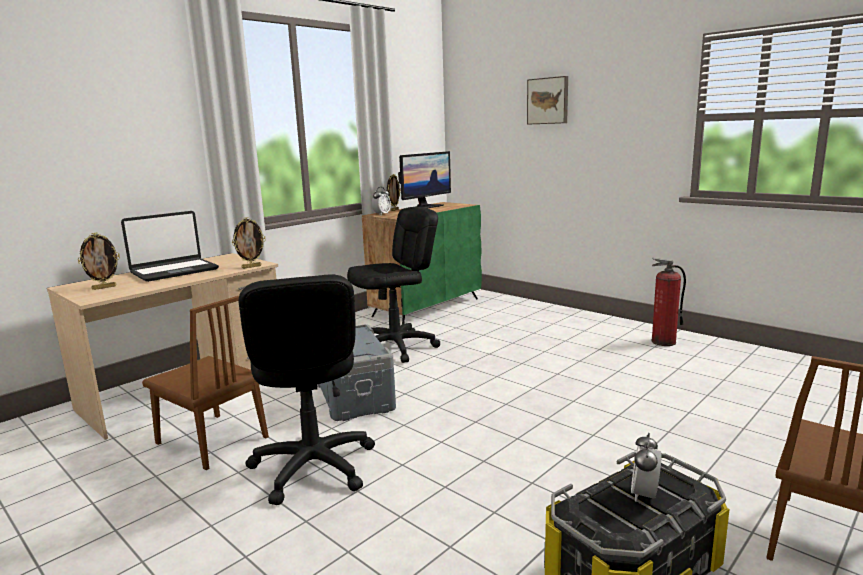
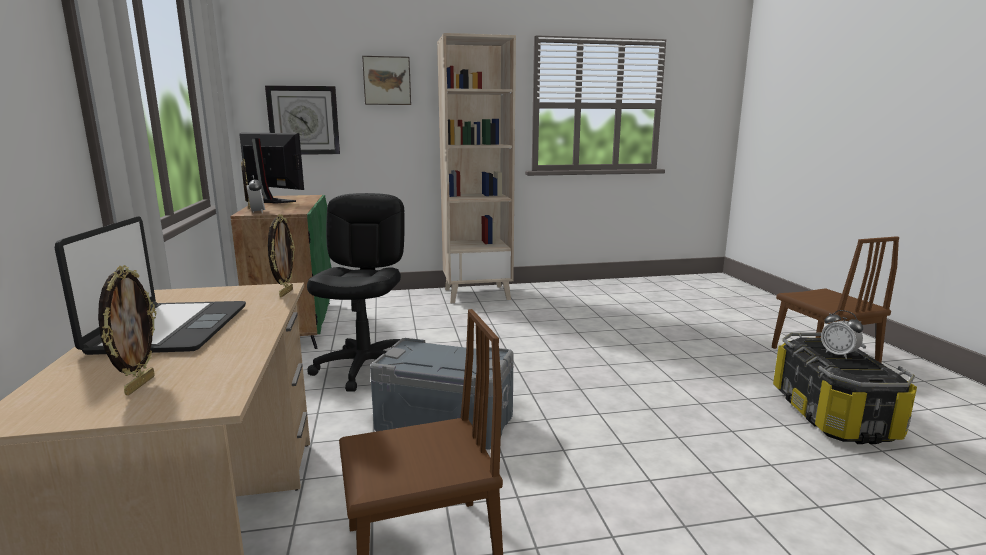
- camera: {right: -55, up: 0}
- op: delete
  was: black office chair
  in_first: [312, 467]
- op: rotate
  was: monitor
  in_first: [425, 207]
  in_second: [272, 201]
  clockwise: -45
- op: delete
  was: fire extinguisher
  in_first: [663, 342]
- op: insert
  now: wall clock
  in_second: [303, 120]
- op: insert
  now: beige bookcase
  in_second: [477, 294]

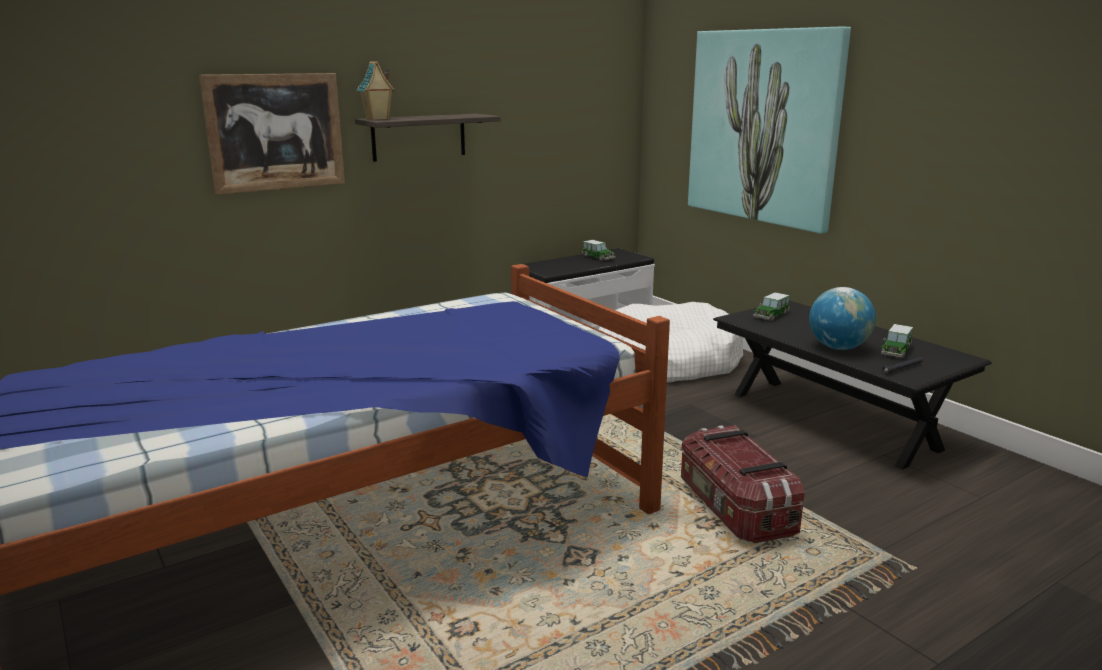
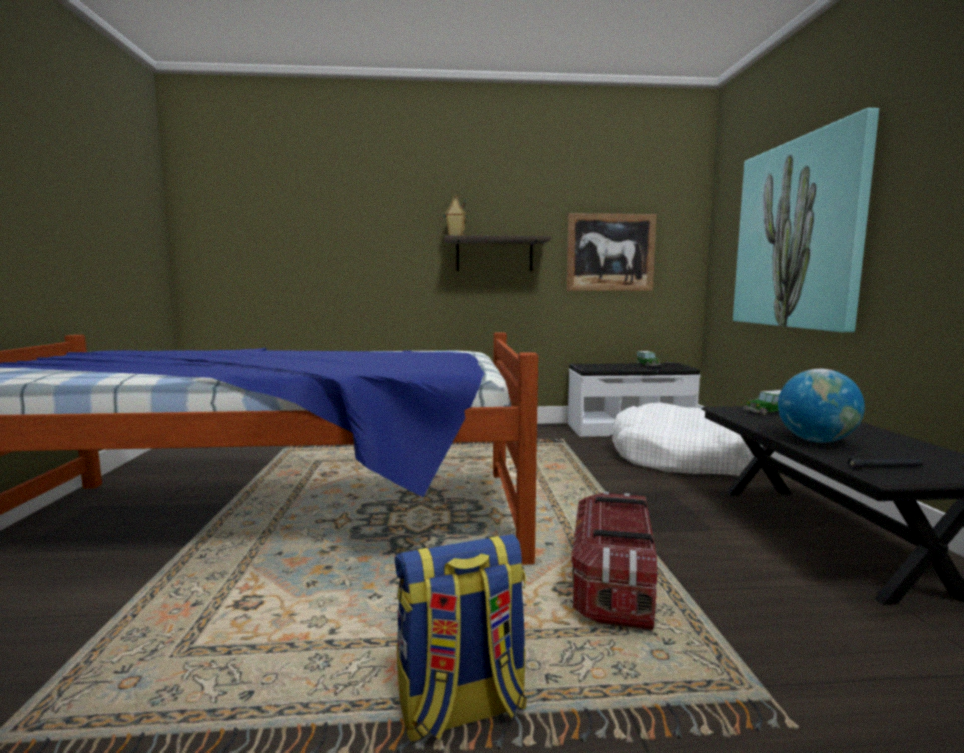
- camera: {right: 30, up: -10}
- op: move
  was: picture
  in_first: [275, 132]
  in_second: [610, 252]
- op: delete
  was: toy car
  in_first: [896, 351]
- op: insert
  now: backpack
  in_second: [461, 708]

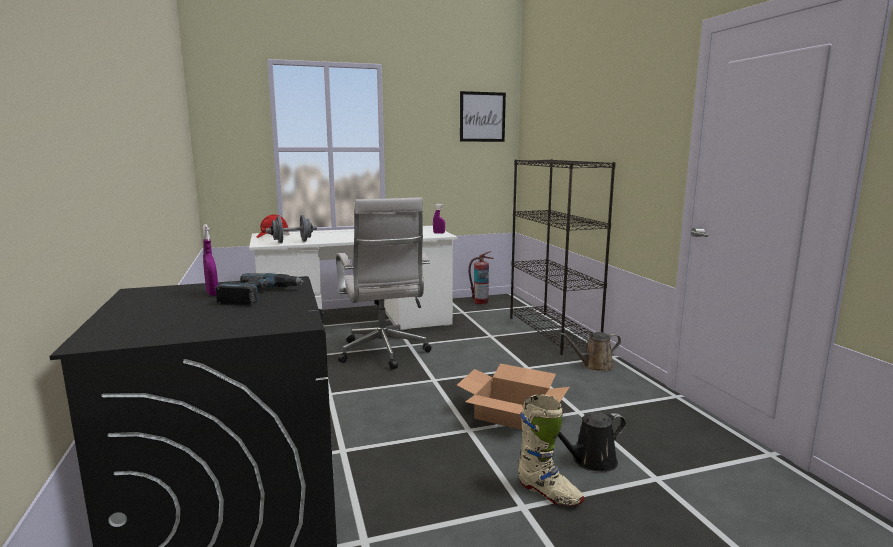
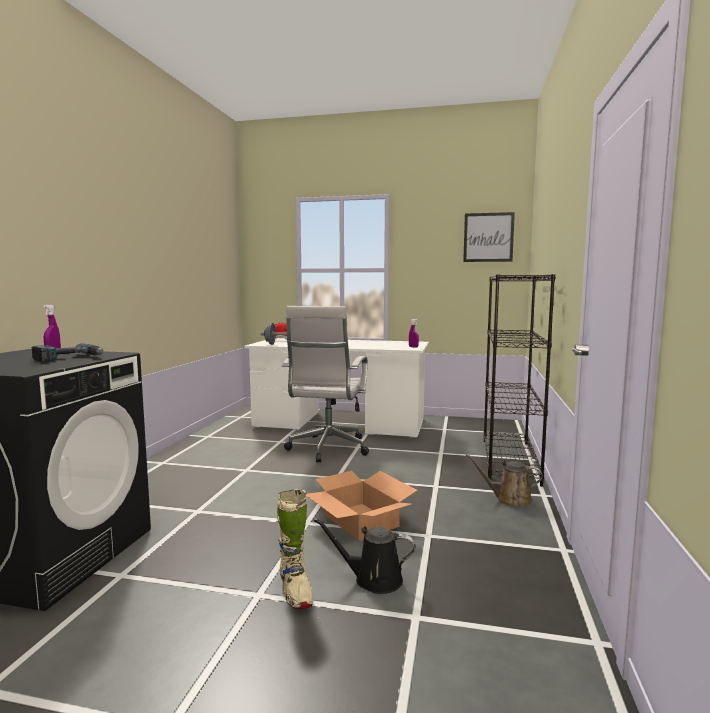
- camera: {right: 30, up: -5}
- op: delete
  was: fire extinguisher
  in_first: [480, 302]

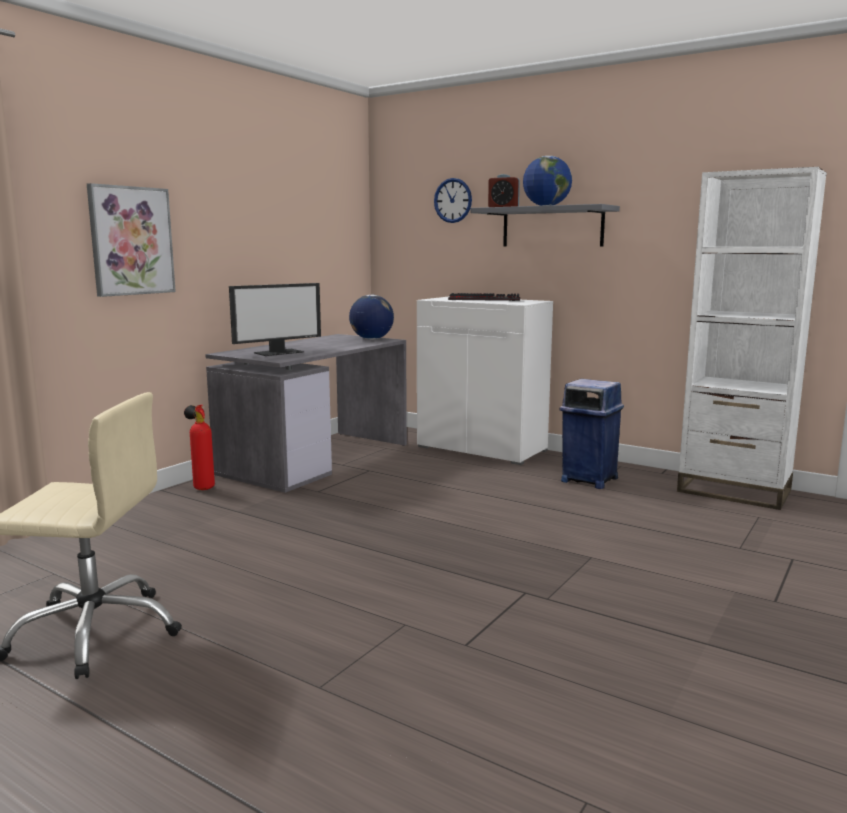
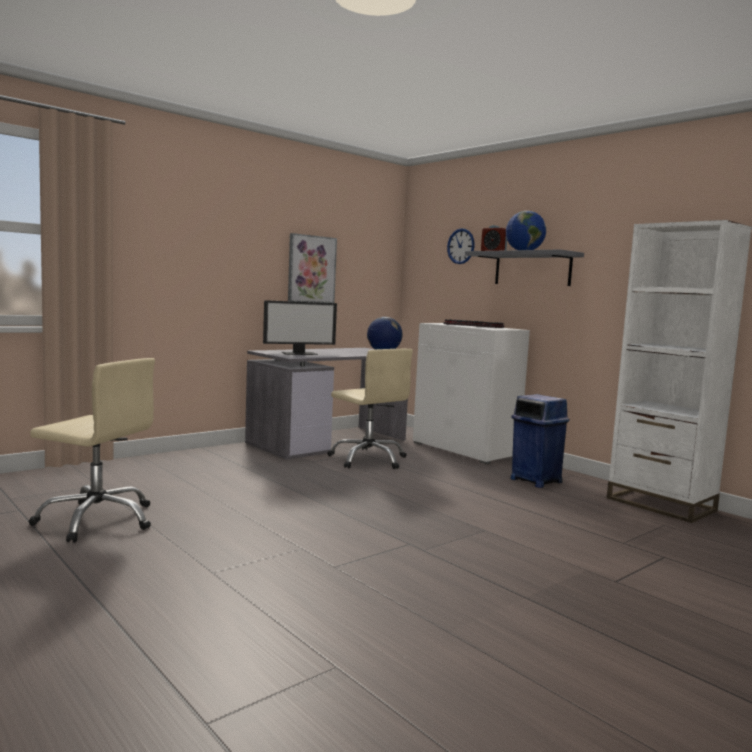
- camera: {right: 15, up: -5}
- op: move
  was: picture
  in_first: [131, 241]
  in_second: [311, 269]
- op: delete
  was: fire extinguisher
  in_first: [202, 487]
- op: insert
  now: beige office chair
  in_second: [368, 459]

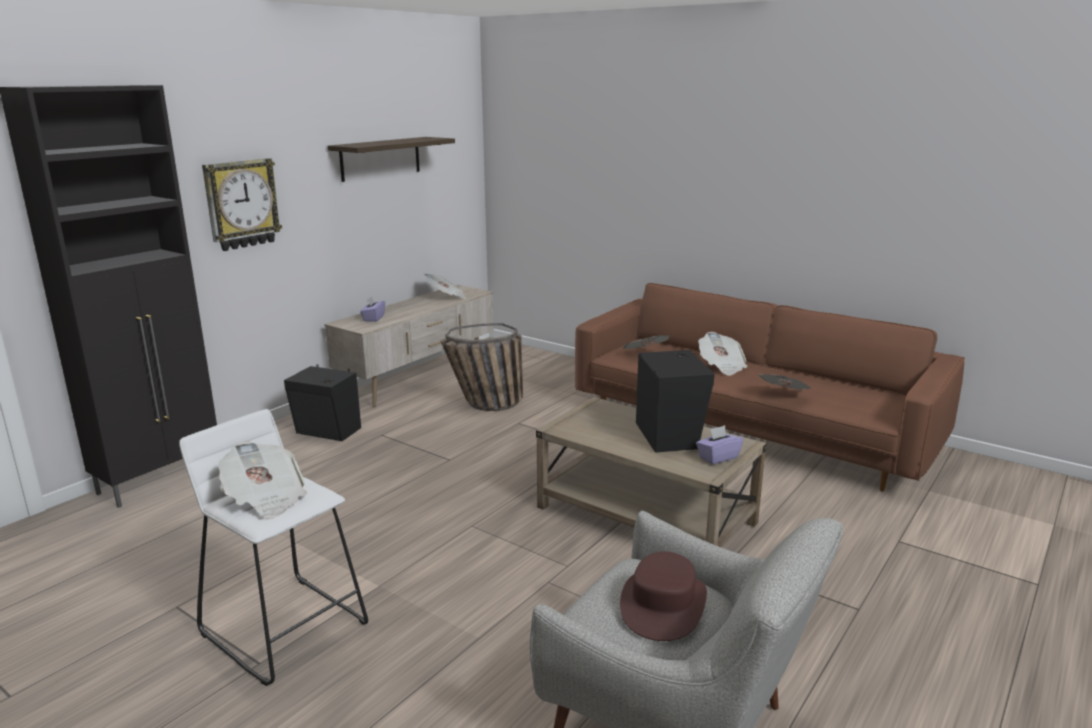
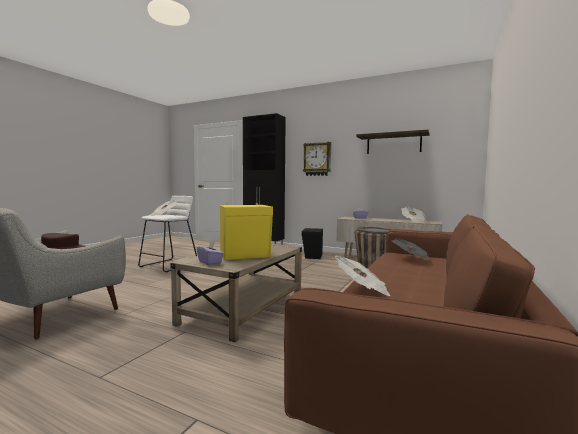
- camera: {right: 80, up: -15}
- op: recolor
  was: black speaker
  now: yellow speaker
  in_first: [669, 434]
  in_second: [246, 256]
- op: delete
  was: newspaper
  in_first: [721, 366]

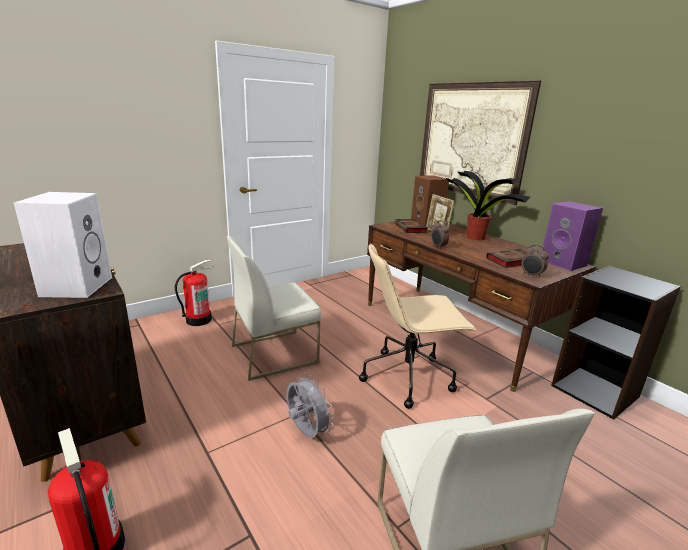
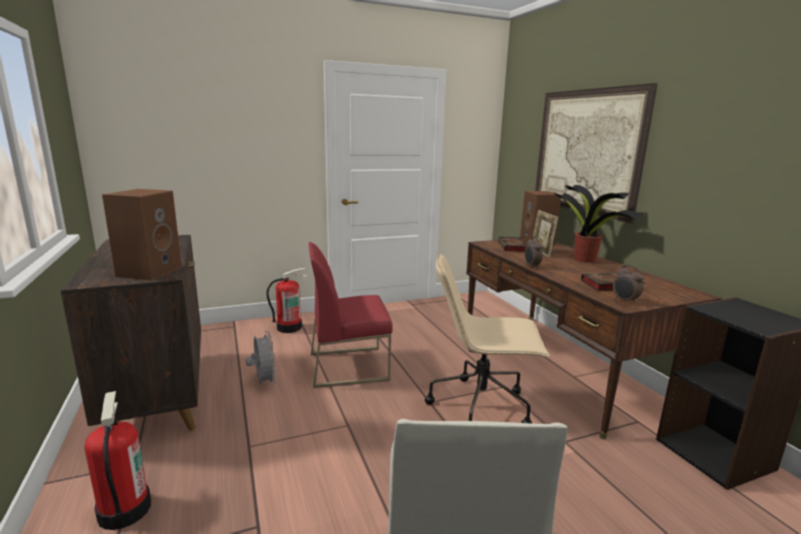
- camera: {right: 15, up: -5}
- op: recolor
  was: white speaker
  now: brown speaker
  in_first: [76, 286]
  in_second: [149, 271]
- op: recolor
  was: white chair
  now: red chair
  in_first: [275, 353]
  in_second: [349, 366]
- op: move
  was: grey fan
  in_first: [306, 432]
  in_second: [264, 382]
- op: delete
  was: purple speaker
  in_first: [564, 263]

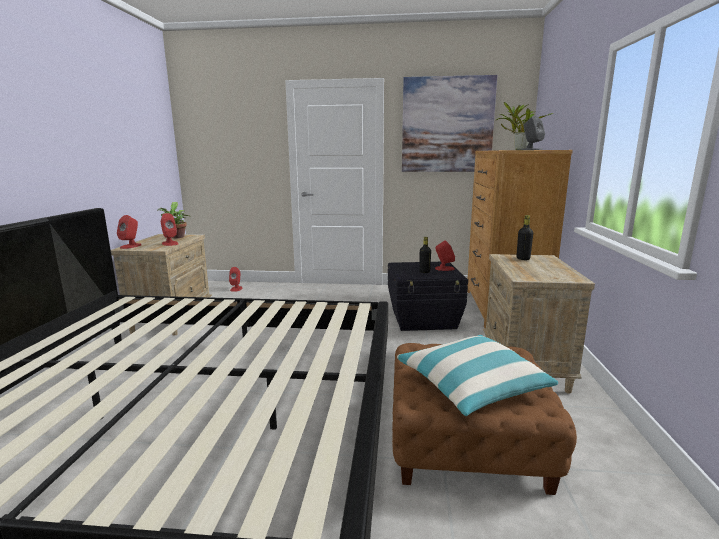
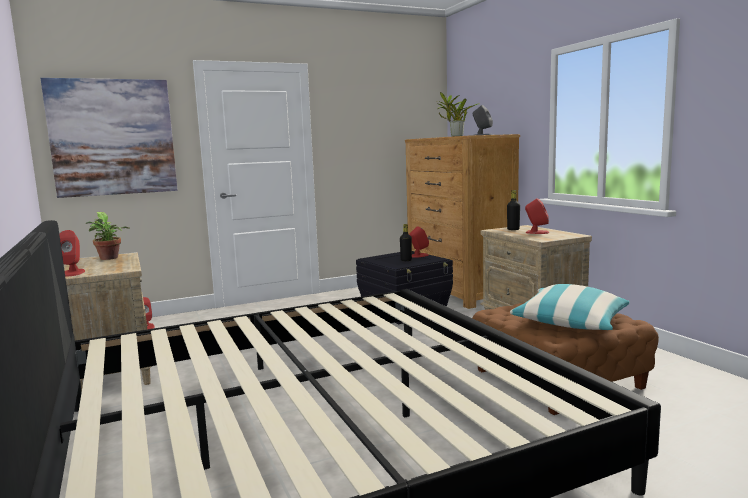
- camera: {right: -30, up: -5}
- op: move
  was: red speaker
  in_first: [170, 243]
  in_second: [536, 232]
- op: move
  was: picture
  in_first: [447, 125]
  in_second: [113, 137]

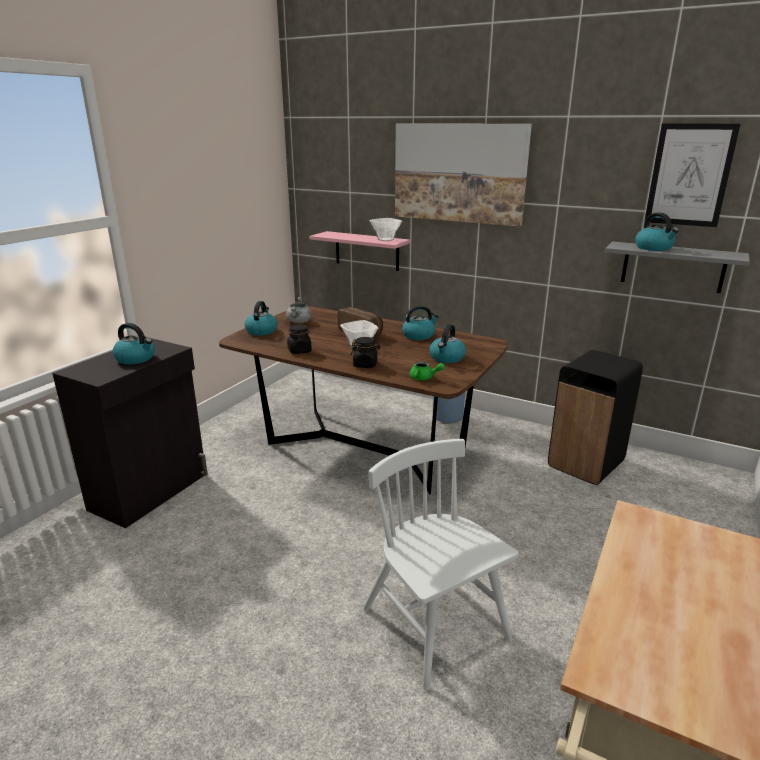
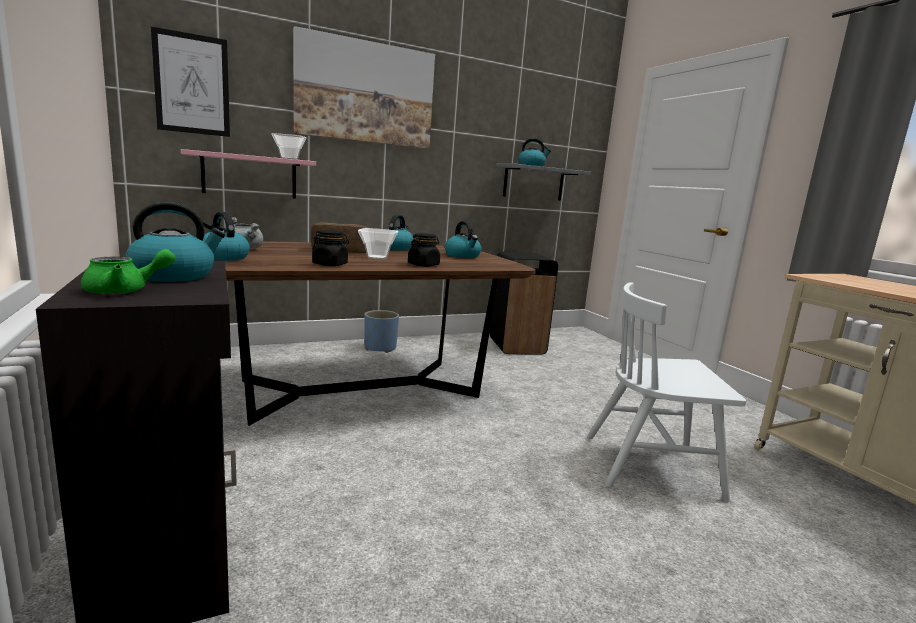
- camera: {right: -55, up: -10}
- op: move
  was: green teapot
  in_first: [424, 378]
  in_second: [125, 291]
- op: move
  was: picture
  in_first: [689, 175]
  in_second: [192, 84]

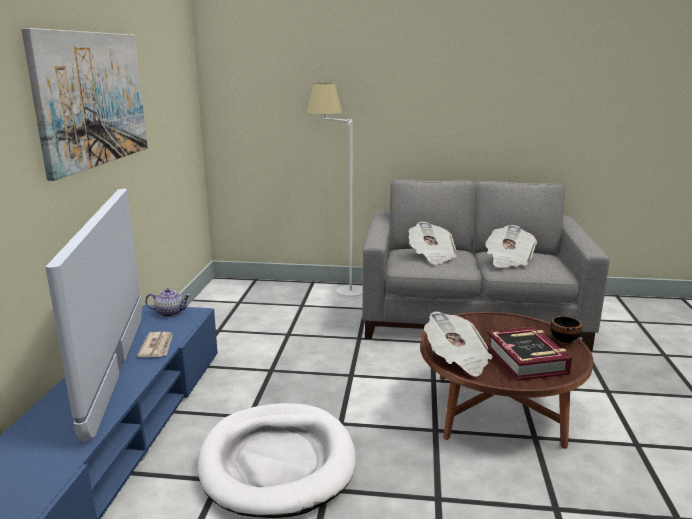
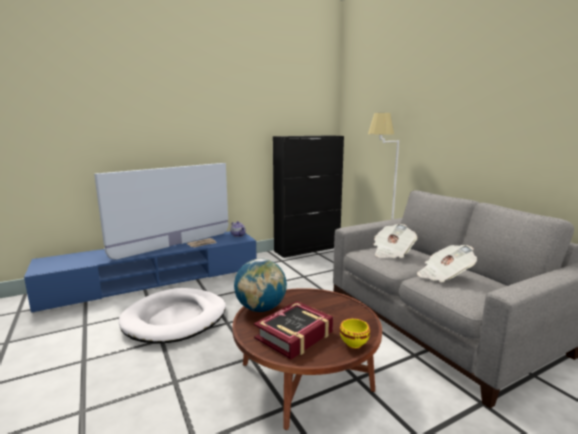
- camera: {right: 55, up: -5}
- op: delete
  was: picture
  in_first: [92, 99]
- op: replace
  was: newspaper
  now: globe
  in_first: [457, 359]
  in_second: [261, 308]
- op: recolor
  was: black bowl
  now: yellow bowl
  in_first: [563, 340]
  in_second: [353, 343]
- op: insert
  now: black cabinet
  in_second: [308, 249]

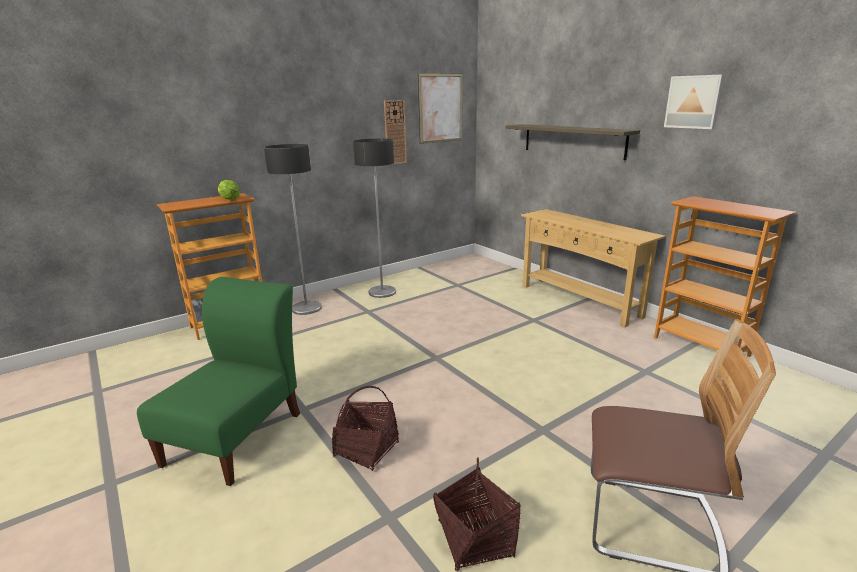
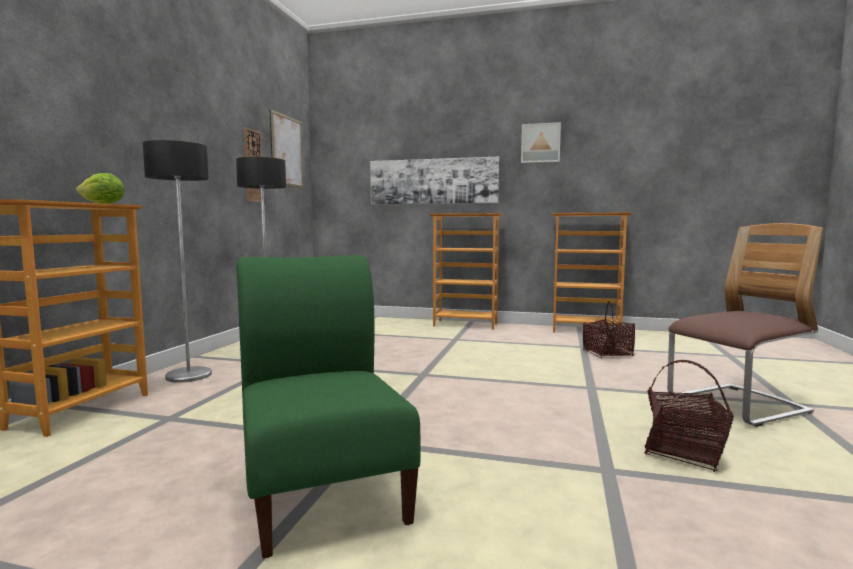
- camera: {right: -40, up: -15}
- op: move
  was: basket
  in_first: [367, 449]
  in_second: [607, 353]
- op: replace
  was: shelf
  now: picture
  in_first: [572, 140]
  in_second: [433, 181]
- op: replace
  was: beige console table
  now: bookcase
  in_first: [579, 300]
  in_second: [465, 324]

